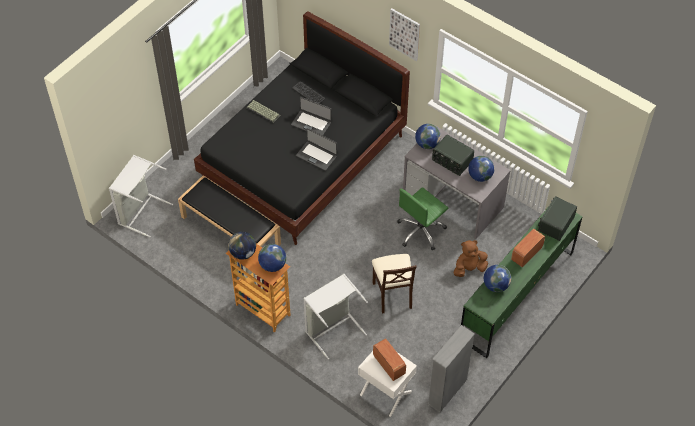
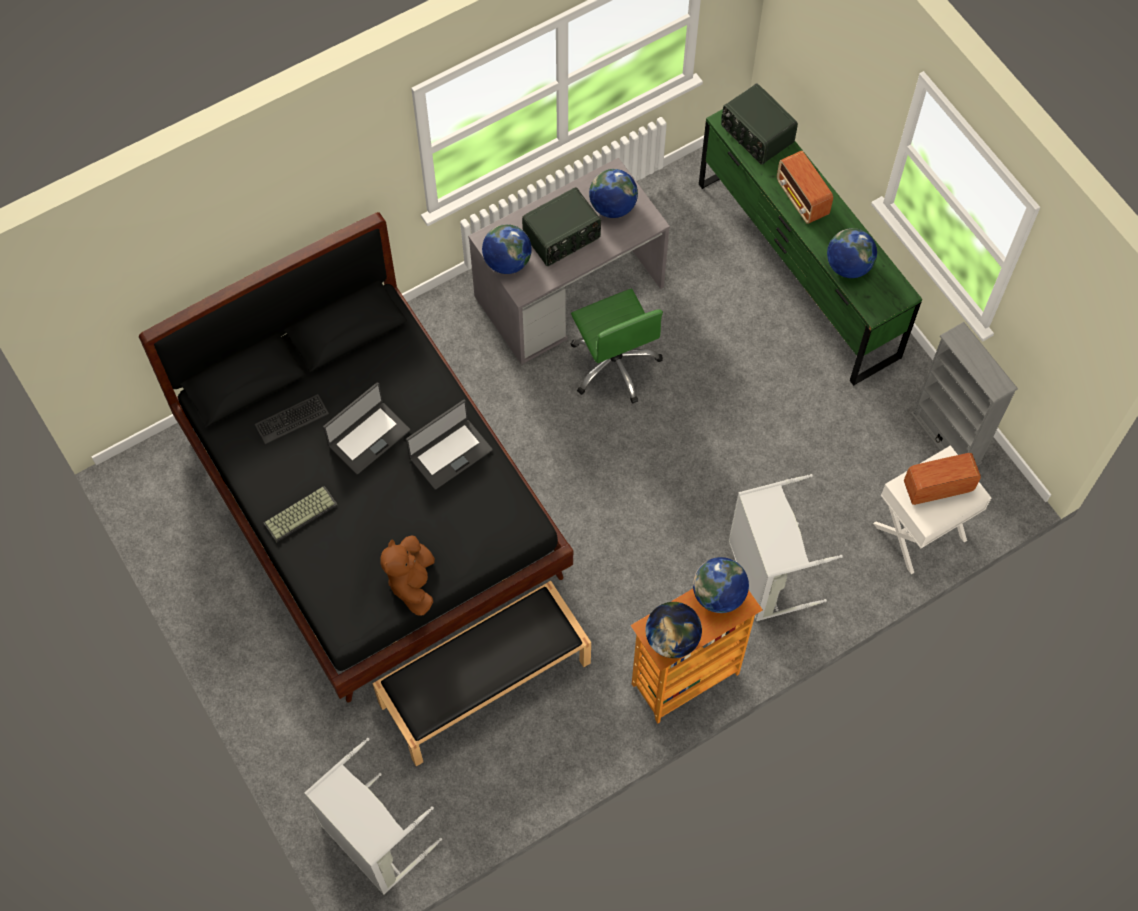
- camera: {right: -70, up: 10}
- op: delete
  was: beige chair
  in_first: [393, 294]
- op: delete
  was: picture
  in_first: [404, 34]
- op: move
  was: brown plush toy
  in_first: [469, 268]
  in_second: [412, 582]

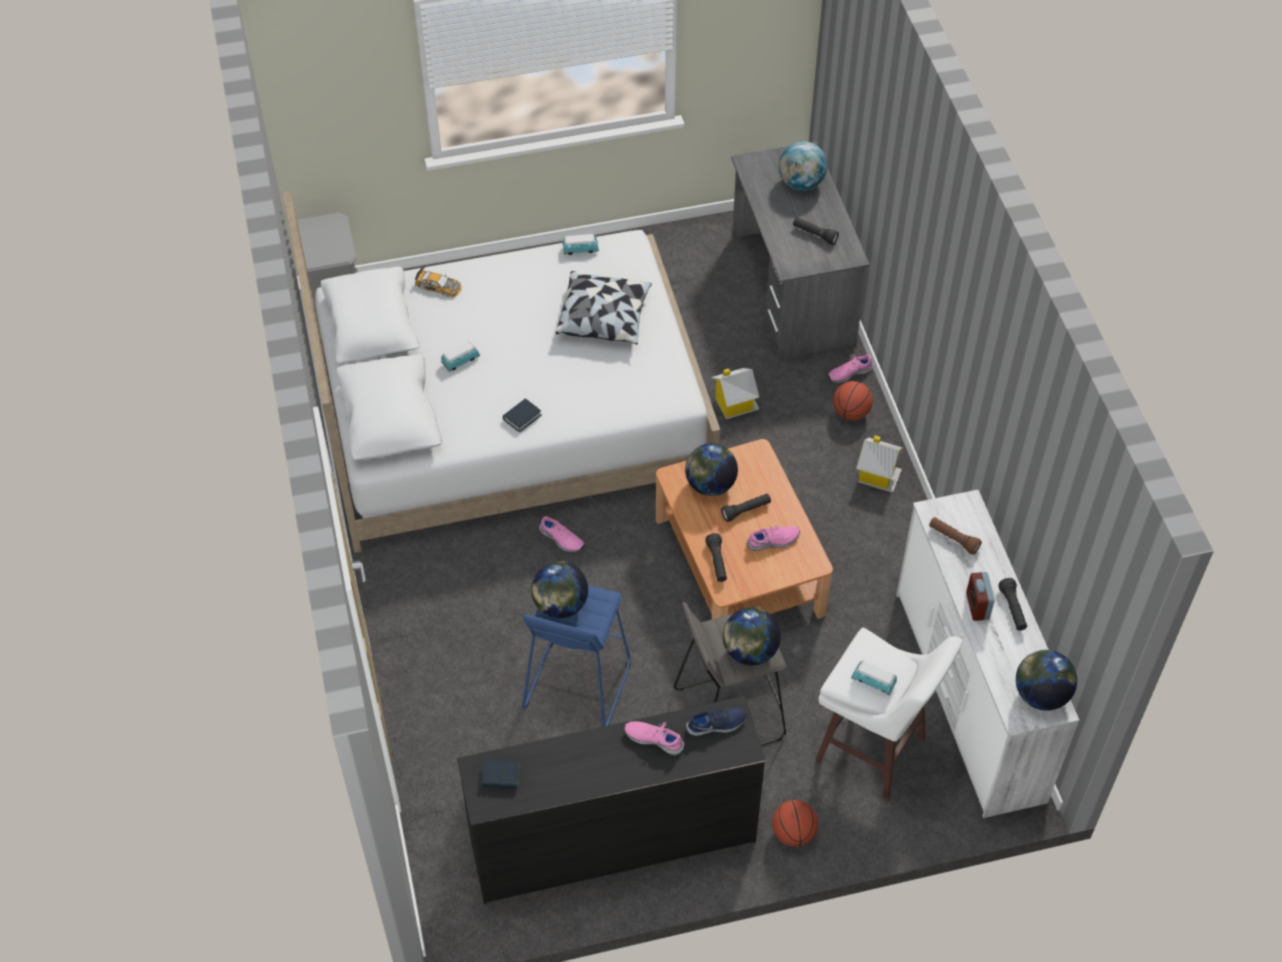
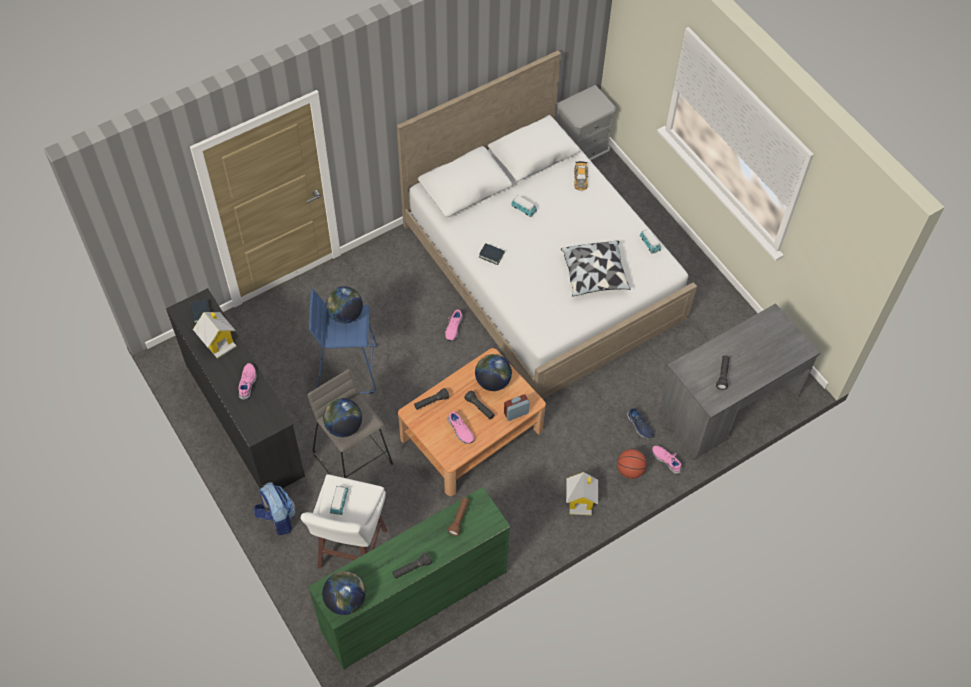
- camera: {right: 70, up: 5}
- op: move
  was: blue shoe
  in_first: [717, 725]
  in_second: [639, 426]
- op: move
  was: toy house
  in_first: [734, 404]
  in_second: [218, 341]
- op: replace
  was: basketball
  now: backpack
  in_first: [793, 833]
  in_second: [277, 518]
- op: delete
  was: globe
  in_first: [801, 183]
- op: recolor
  was: white dresser
  now: green dresser
  in_first: [967, 696]
  in_second: [413, 600]
- op: move
  was: alarm clock
  in_first: [977, 606]
  in_second: [516, 413]

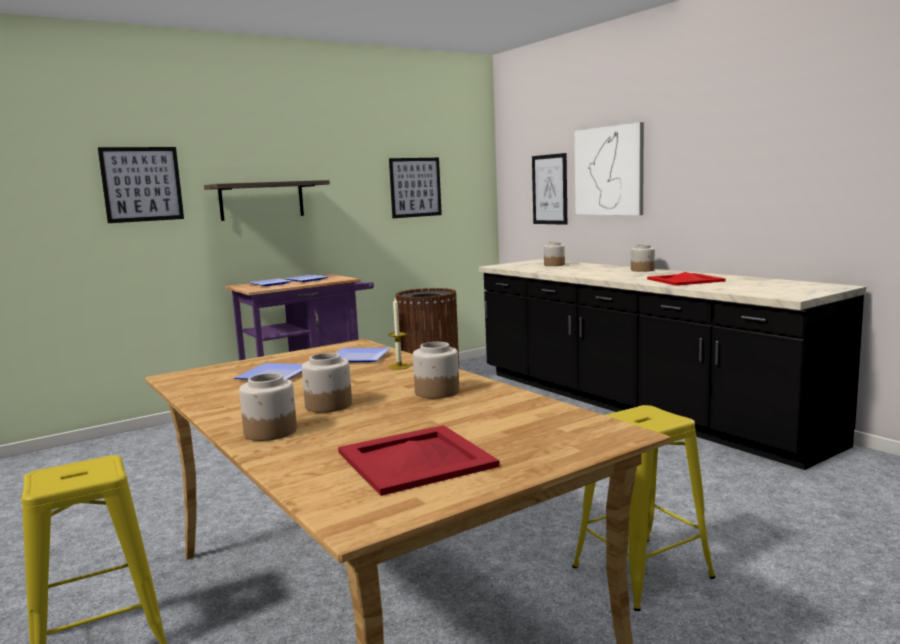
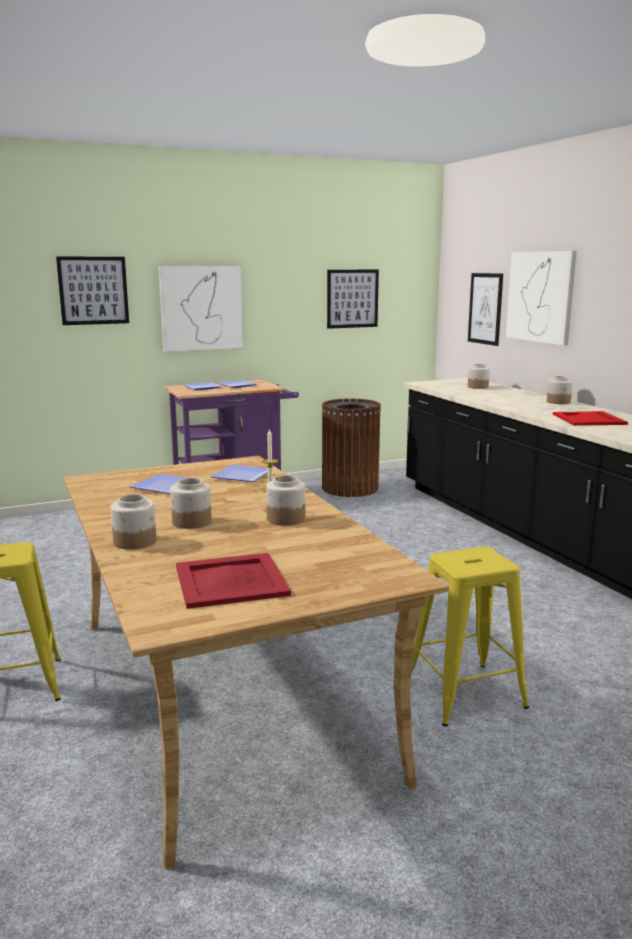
- camera: {right: 10, up: 5}
- op: replace
  was: shelf
  now: picture
  in_first: [262, 200]
  in_second: [201, 308]

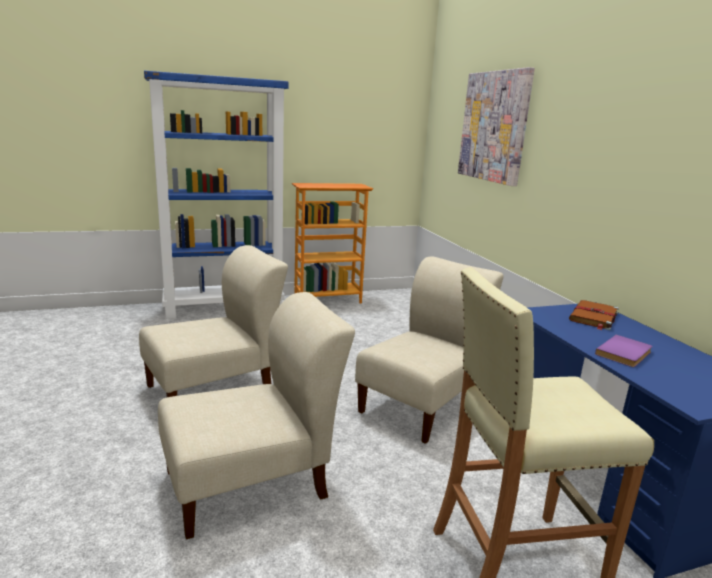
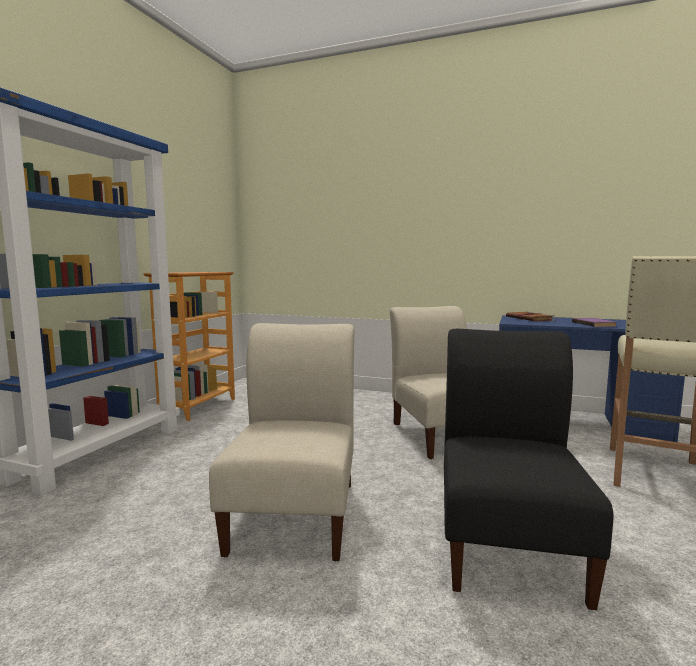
- camera: {right: -50, up: -10}
- op: recolor
  was: beige chair
  now: black chair
  in_first: [253, 482]
  in_second: [508, 541]
- op: delete
  was: picture
  in_first: [494, 127]

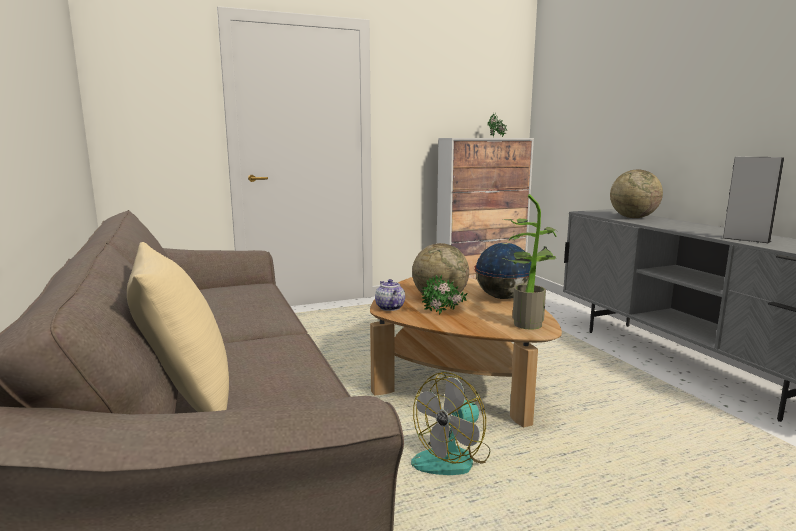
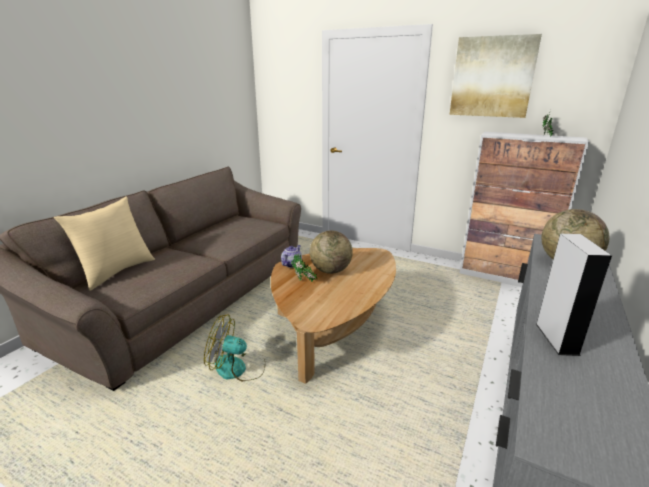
- camera: {right: 50, up: 10}
- op: delete
  was: globe
  in_first: [502, 298]
- op: delete
  was: potted plant
  in_first: [526, 323]
- op: insert
  now: picture
  in_second: [492, 77]

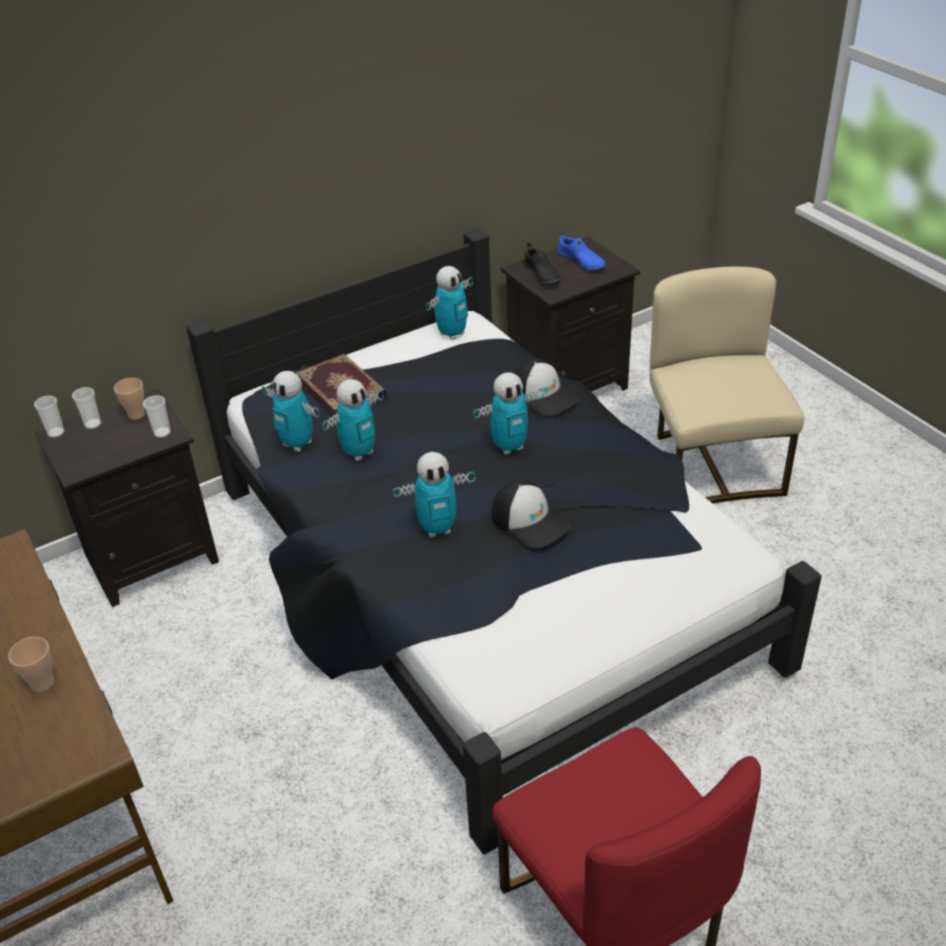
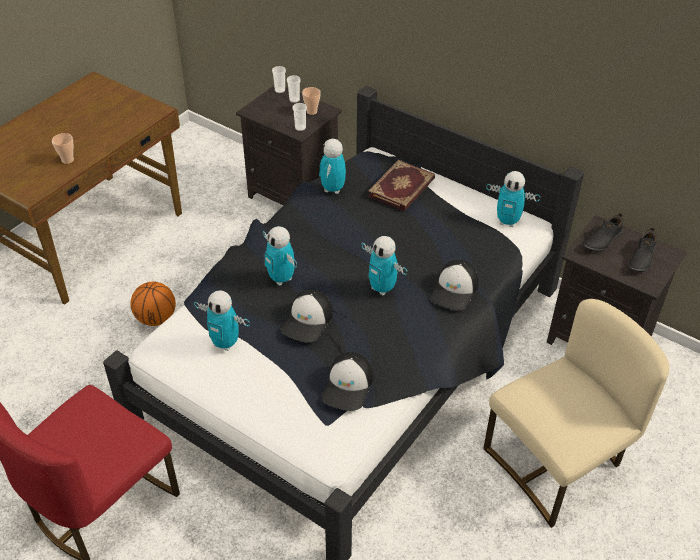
- camera: {right: 65, up: 5}
- op: move
  was: toy robot
  in_first: [359, 453]
  in_second: [225, 343]
- op: recolor
  was: blue shoe
  now: black shoe
  in_first: [581, 261]
  in_second: [641, 258]
- op: insert
  now: basketball
  in_second: [156, 318]
- op: insert
  now: cap
  in_second: [348, 386]

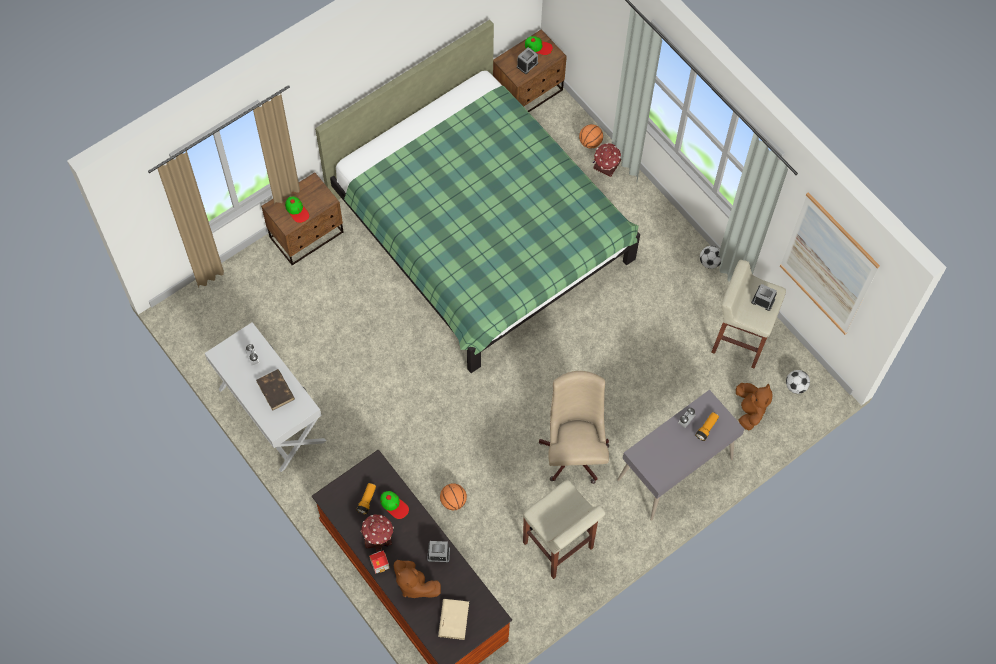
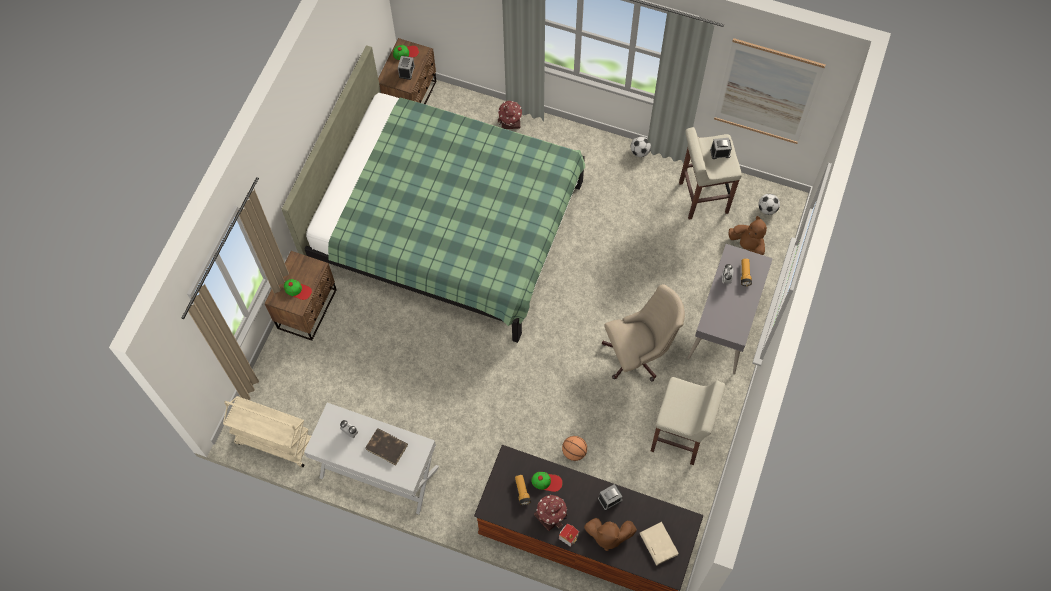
- camera: {right: -30, up: 0}
- op: rotate
  was: beige office chair
  in_first: [574, 449]
  in_second: [638, 354]
  clockwise: 105
- op: delete
  was: basketball
  in_first: [590, 142]
- op: insert
  now: beige cart
  in_second: [274, 442]

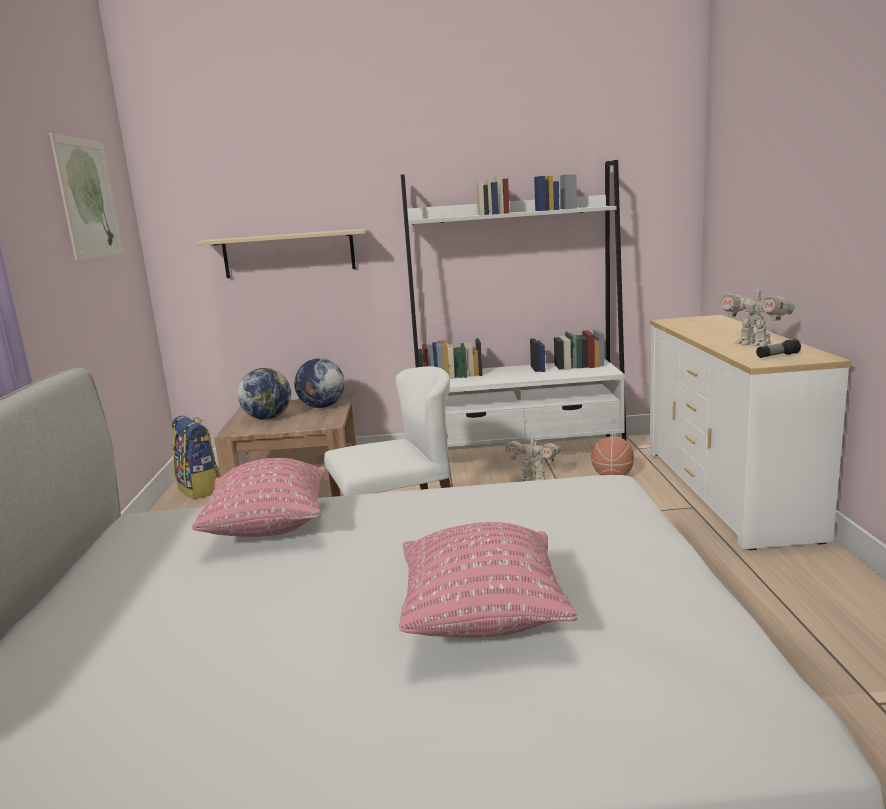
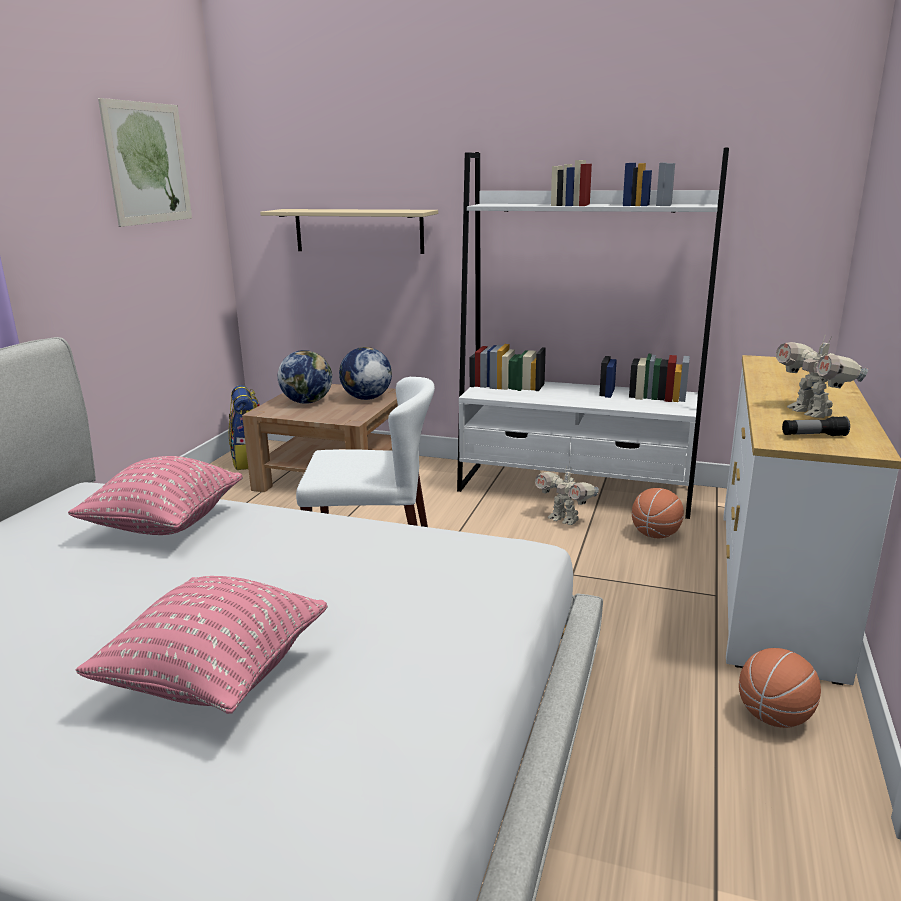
- camera: {right: 20, up: 5}
- op: insert
  now: basketball
  in_second: [774, 716]

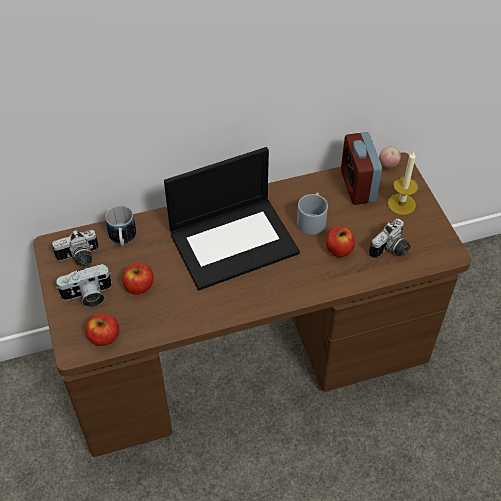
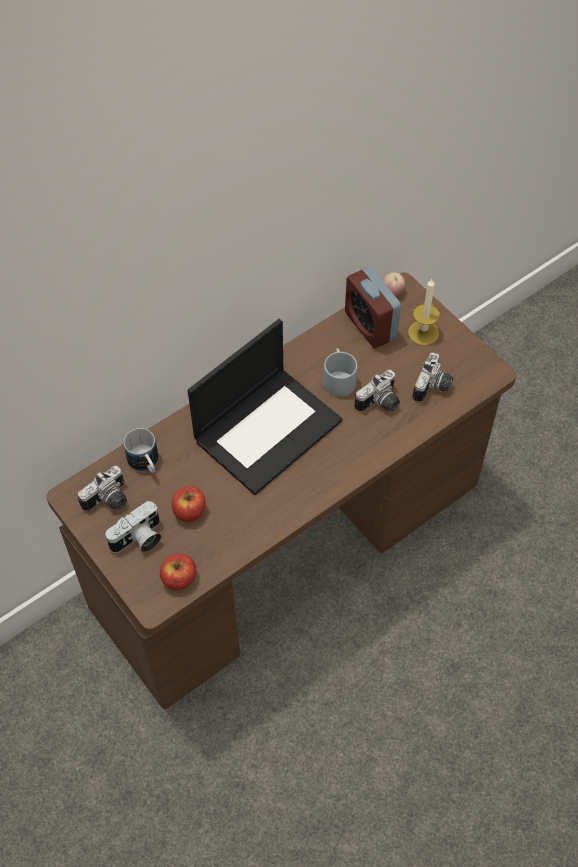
- camera: {right: -20, up: 5}
- op: replace
  was: apple
  now: photo camera
  in_first: [339, 249]
  in_second: [380, 403]

